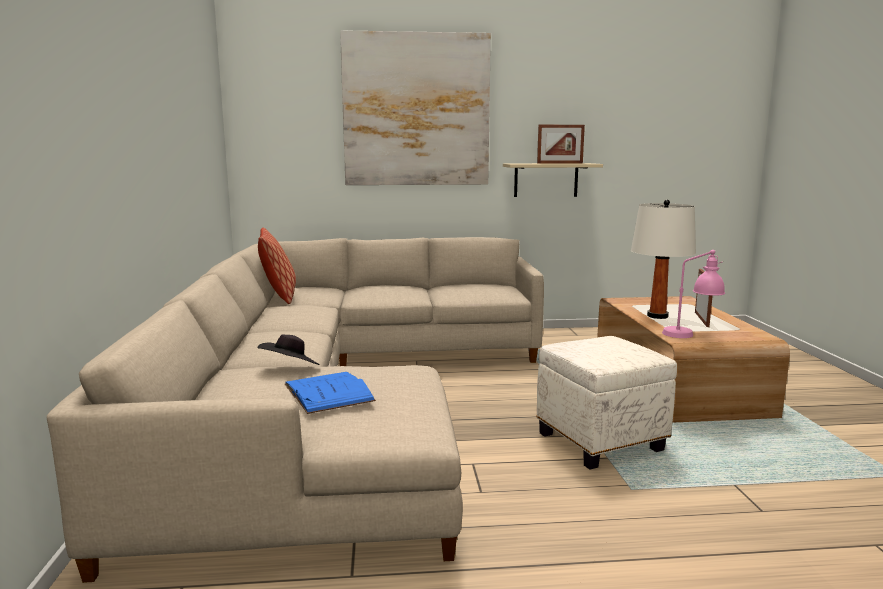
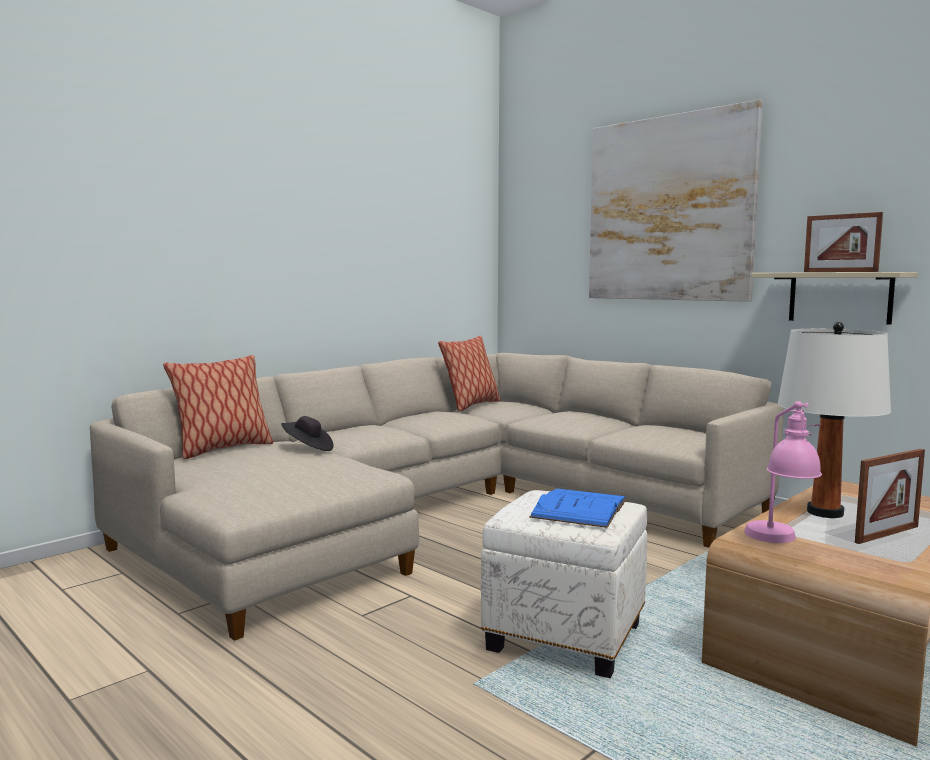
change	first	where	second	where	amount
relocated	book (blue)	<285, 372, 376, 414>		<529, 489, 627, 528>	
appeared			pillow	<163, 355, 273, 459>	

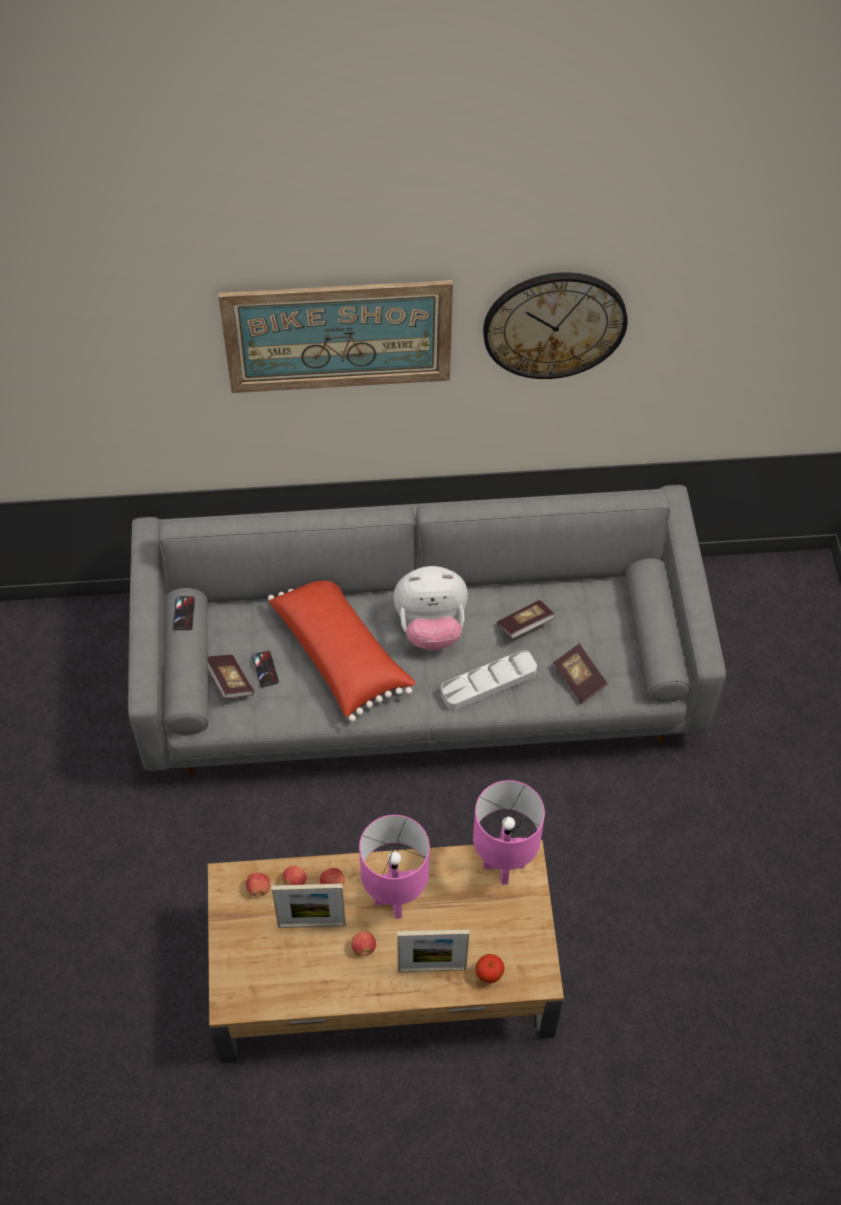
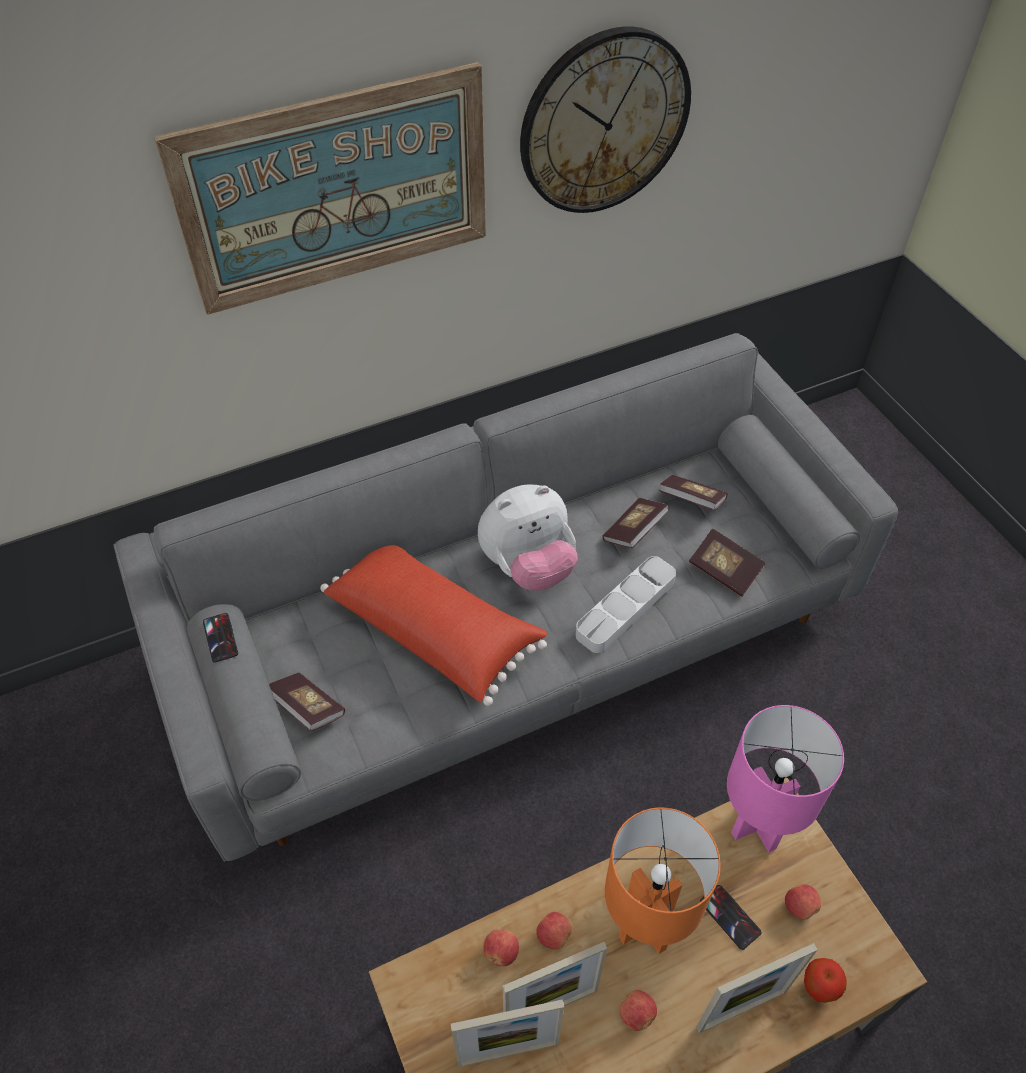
change	first	where	second	where	amount
relocated	apple	<246, 873, 270, 896>		<785, 884, 821, 920>	
relocated	phone	<252, 651, 279, 687>		<700, 885, 762, 950>	
colour	table lamp (pink)	<359, 815, 430, 919>	table lamp (orange)	<605, 808, 721, 954>	
appeared			picture frame	<451, 999, 564, 1067>	
appeared			book	<659, 475, 728, 510>	

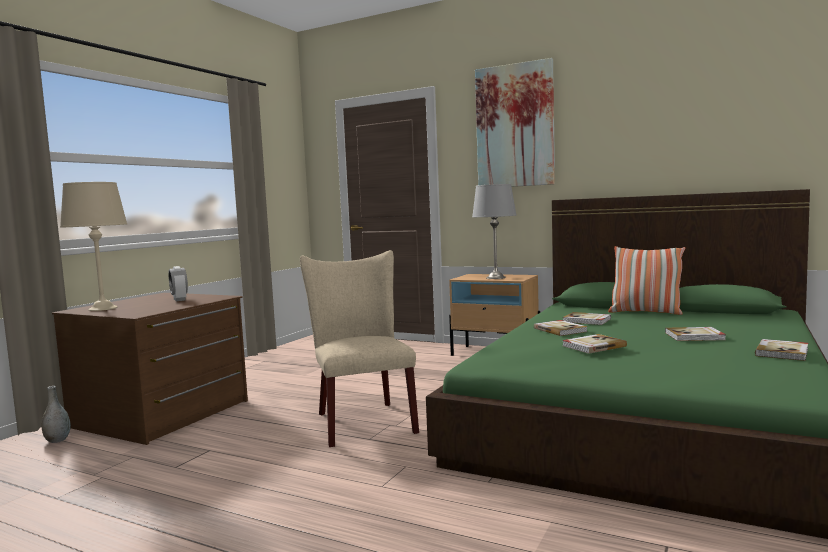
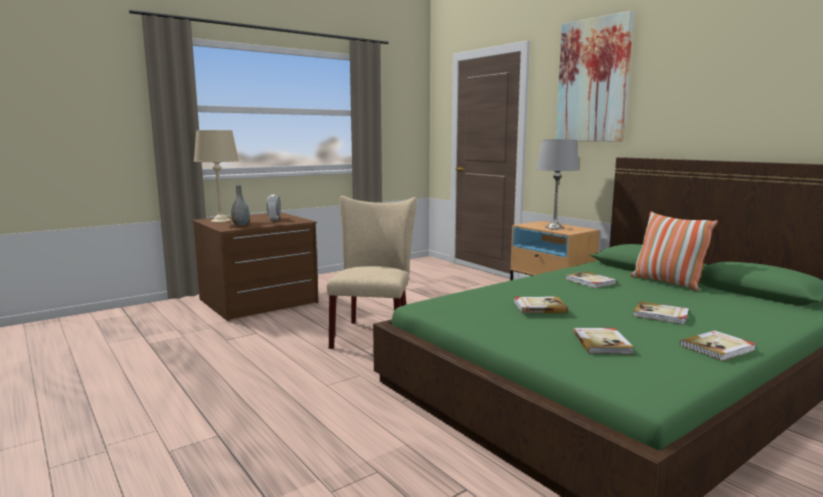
change	first	where	second	where	amount
relocated	vase (grey)	<42, 386, 71, 443>		<231, 185, 250, 226>	
relocated	book	<534, 320, 588, 336>		<573, 328, 635, 354>	

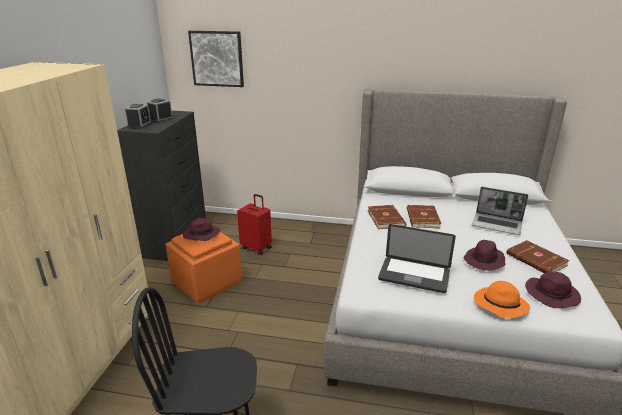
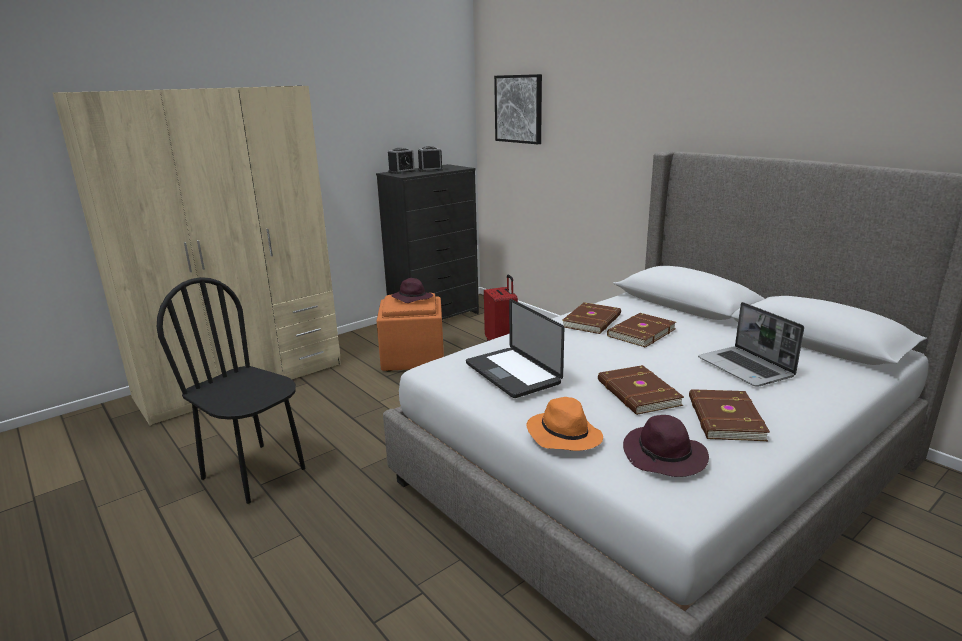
change	first	where	second	where	amount
exchanged	hat (purple)	<463, 240, 506, 271>	book (brown)	<598, 365, 684, 415>	

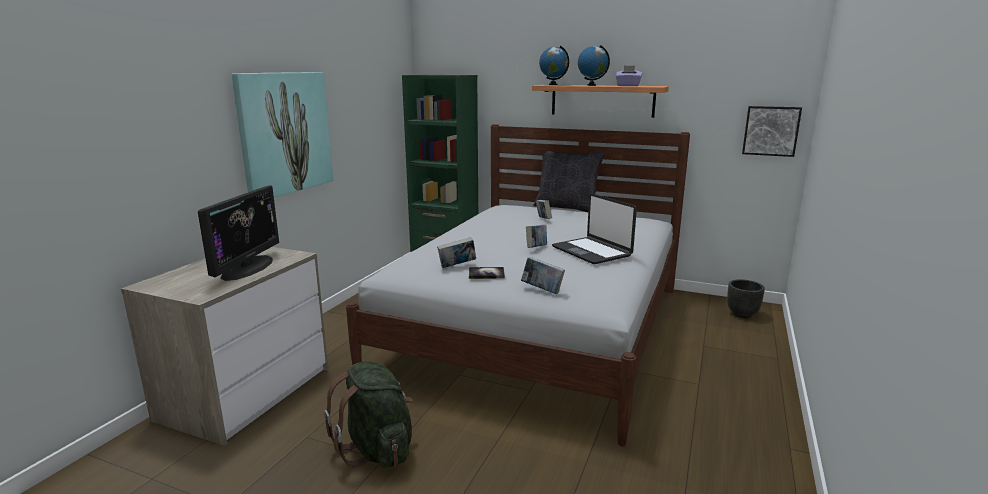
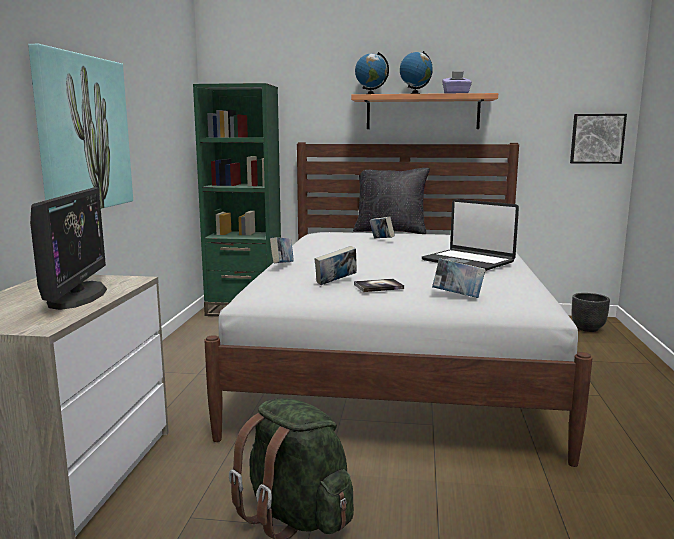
change	first	where	second	where	amount
relocated	book	<526, 225, 547, 248>		<270, 237, 294, 263>	

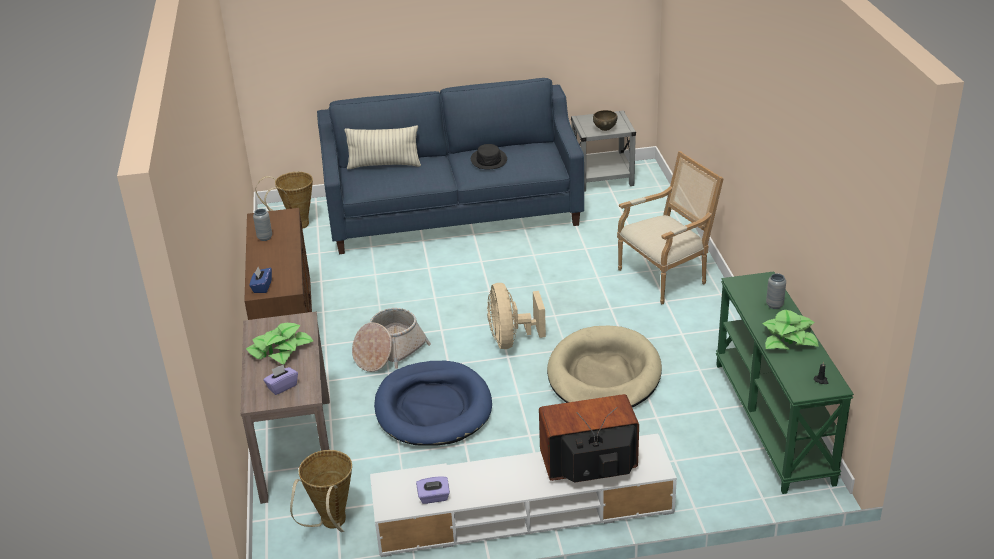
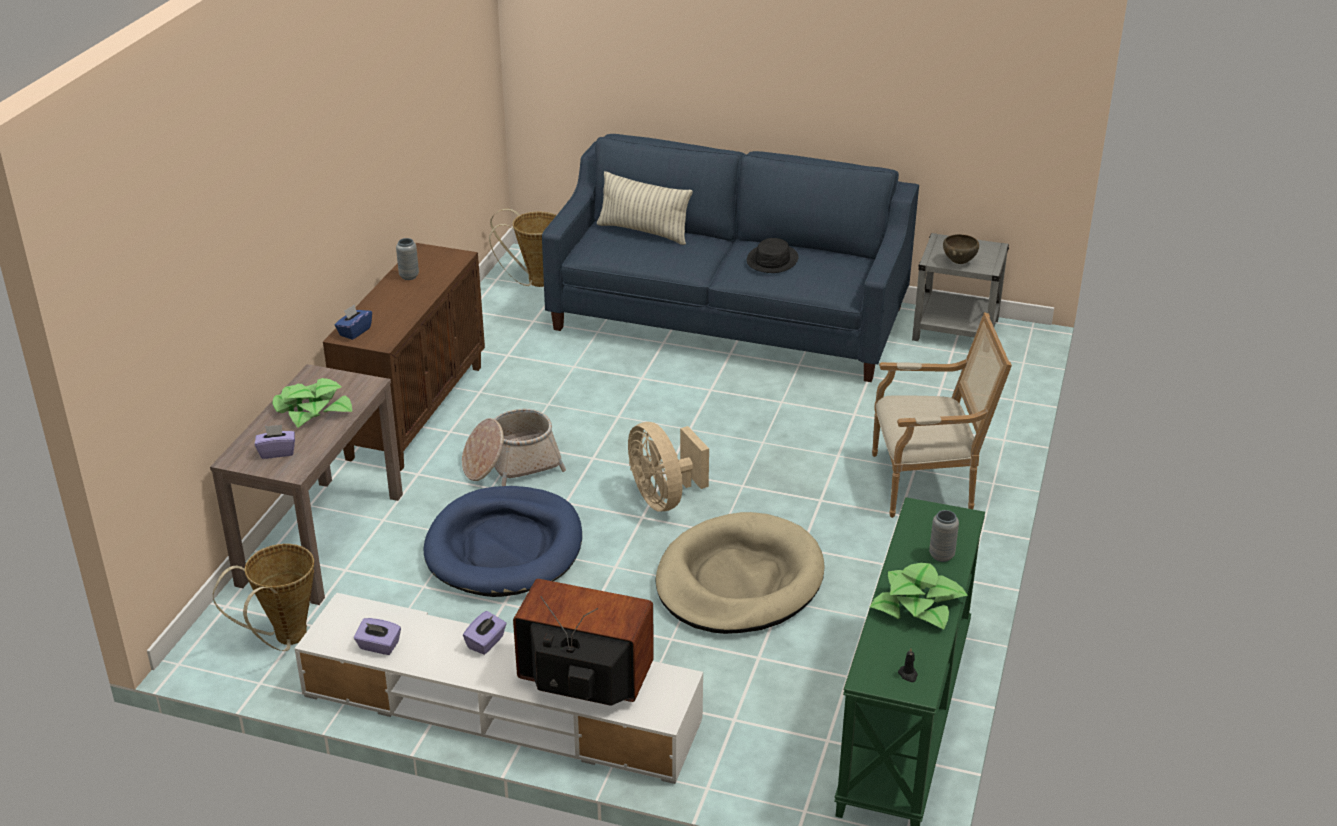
change	first	where	second	where	amount
spun	fan (beige)	<487, 283, 546, 349>		<628, 422, 709, 511>	45 degrees counterclockwise
appeared			tissue box (purple)	<463, 611, 507, 655>	

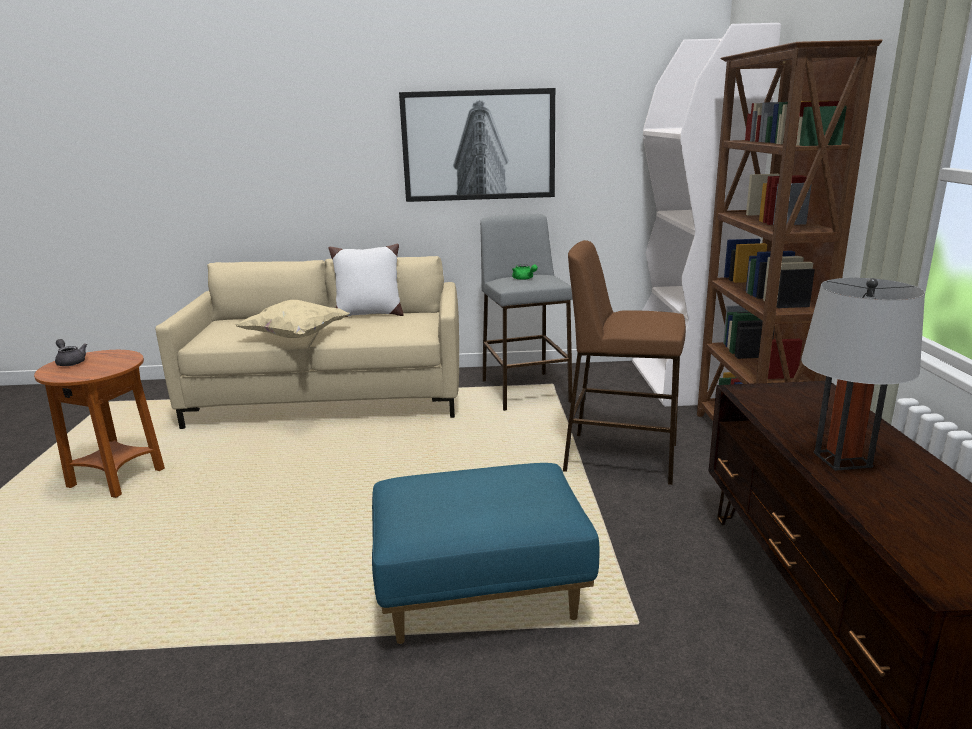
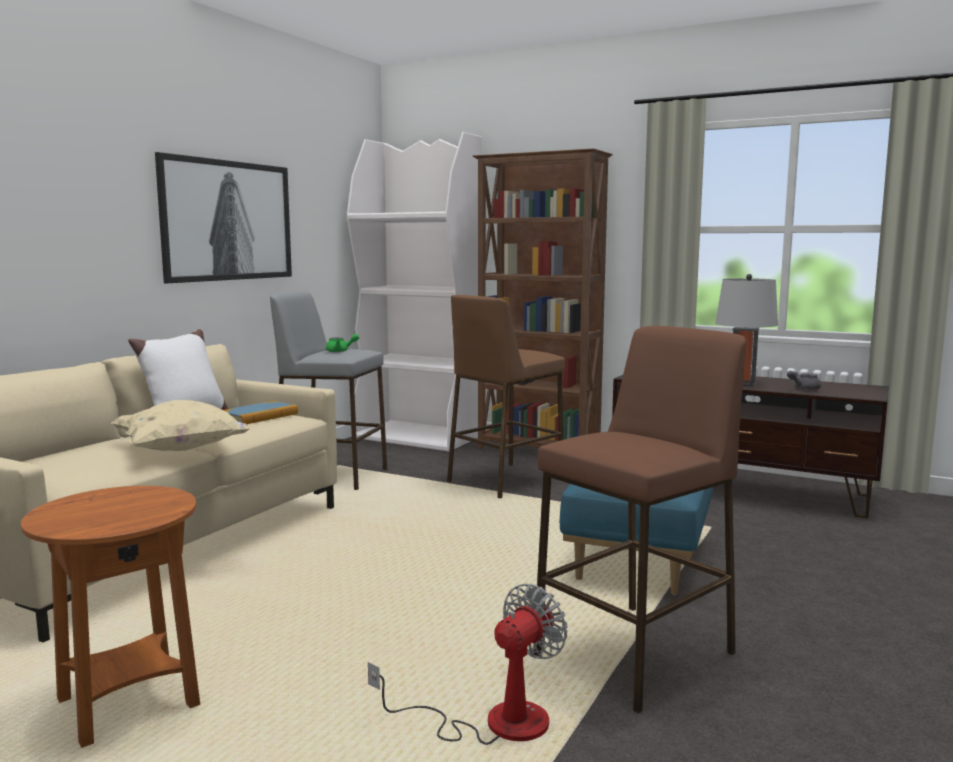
change	first	where	second	where	amount
relocated	teapot (grey)	<55, 339, 87, 366>		<787, 371, 821, 390>	
appeared			book	<223, 401, 298, 424>	
appeared			fan	<368, 584, 567, 745>	
appeared			stool (brown)	<533, 326, 746, 713>	

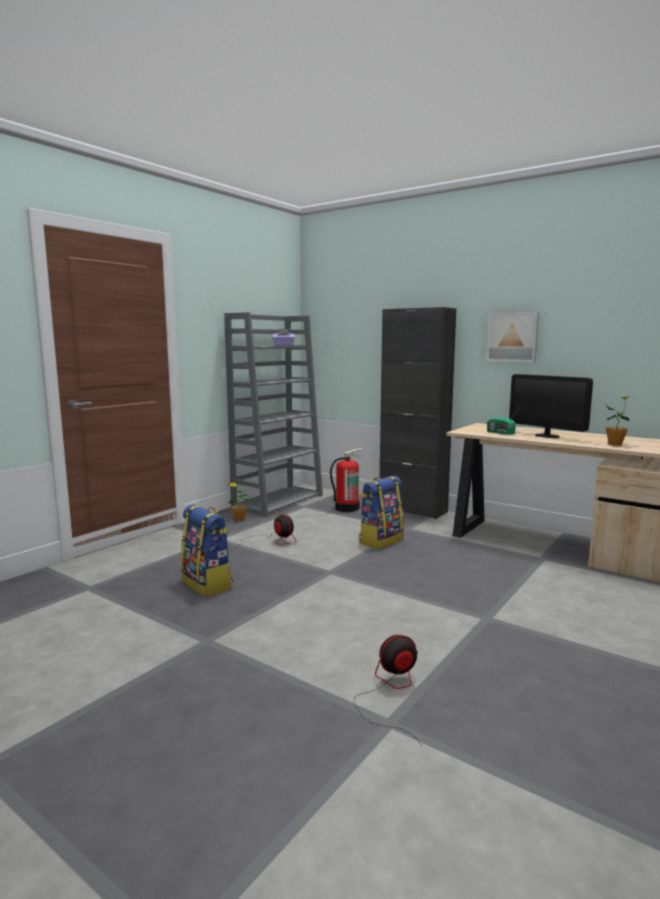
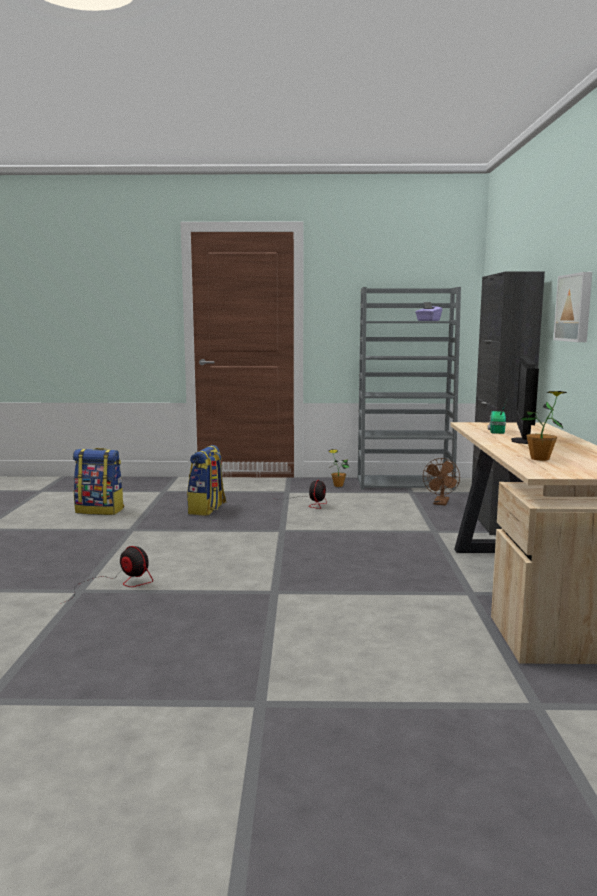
change	first	where	second	where	amount
exchanged	fire extinguisher	<330, 448, 365, 512>	fan (brown)	<423, 458, 460, 506>	
relocated	backpack	<359, 476, 404, 549>		<73, 448, 124, 515>	

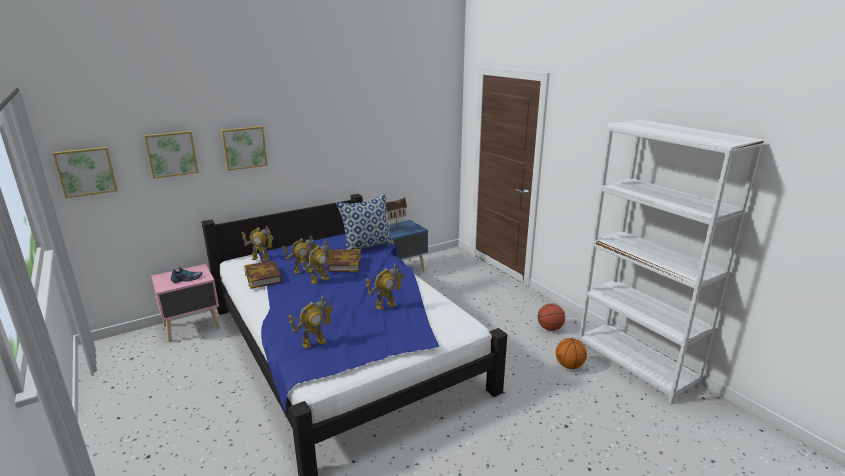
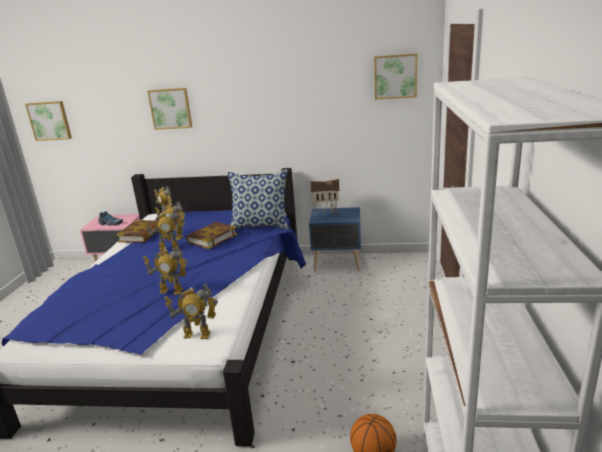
change	first	where	second	where	amount
relocated	picture	<144, 131, 199, 179>		<374, 53, 417, 100>	
relocated	toy robot	<288, 296, 333, 349>		<164, 284, 218, 339>	
missing	basketball	<538, 304, 565, 331>			

